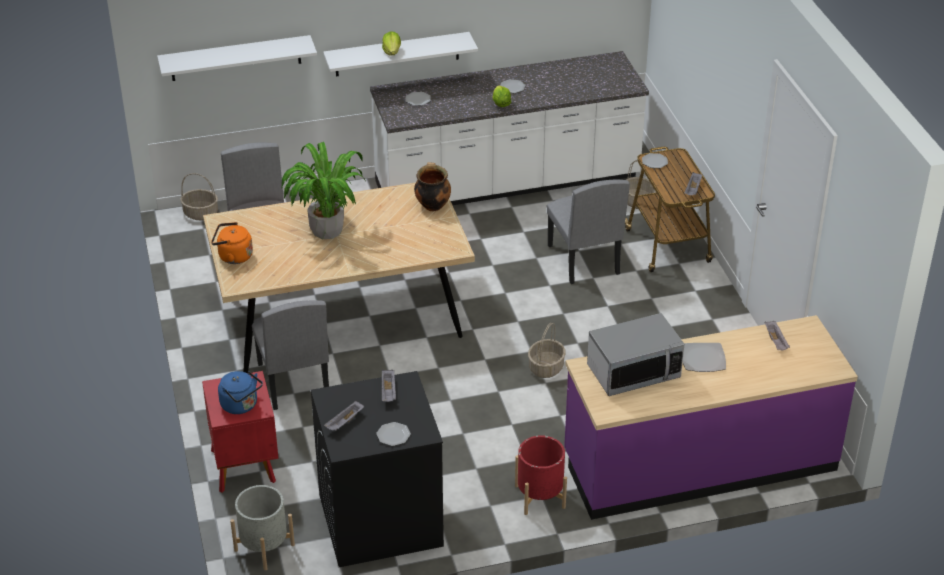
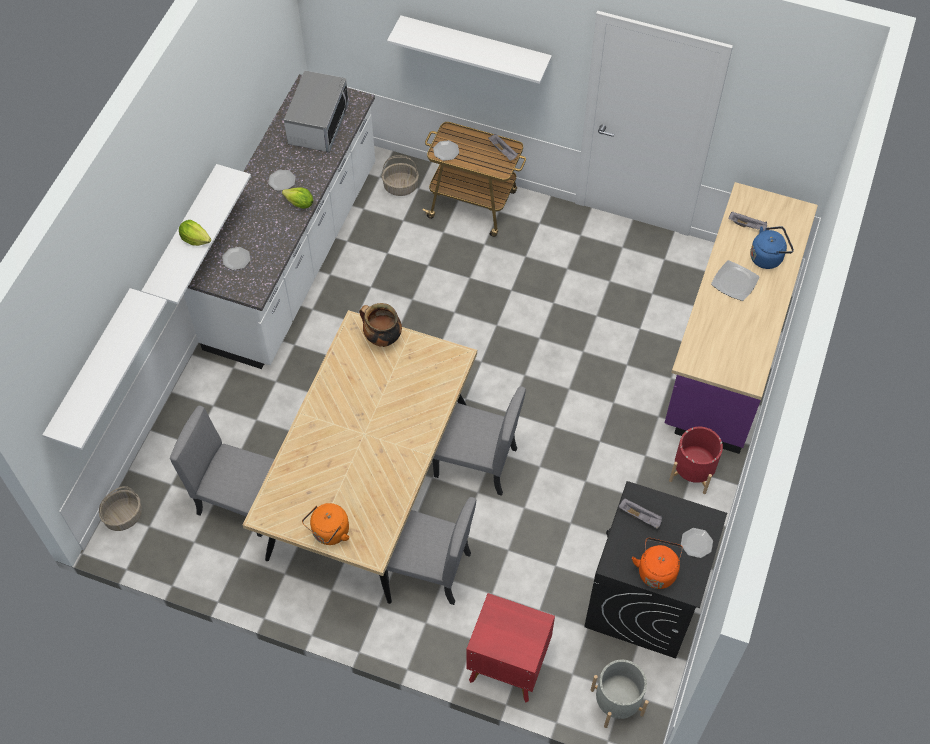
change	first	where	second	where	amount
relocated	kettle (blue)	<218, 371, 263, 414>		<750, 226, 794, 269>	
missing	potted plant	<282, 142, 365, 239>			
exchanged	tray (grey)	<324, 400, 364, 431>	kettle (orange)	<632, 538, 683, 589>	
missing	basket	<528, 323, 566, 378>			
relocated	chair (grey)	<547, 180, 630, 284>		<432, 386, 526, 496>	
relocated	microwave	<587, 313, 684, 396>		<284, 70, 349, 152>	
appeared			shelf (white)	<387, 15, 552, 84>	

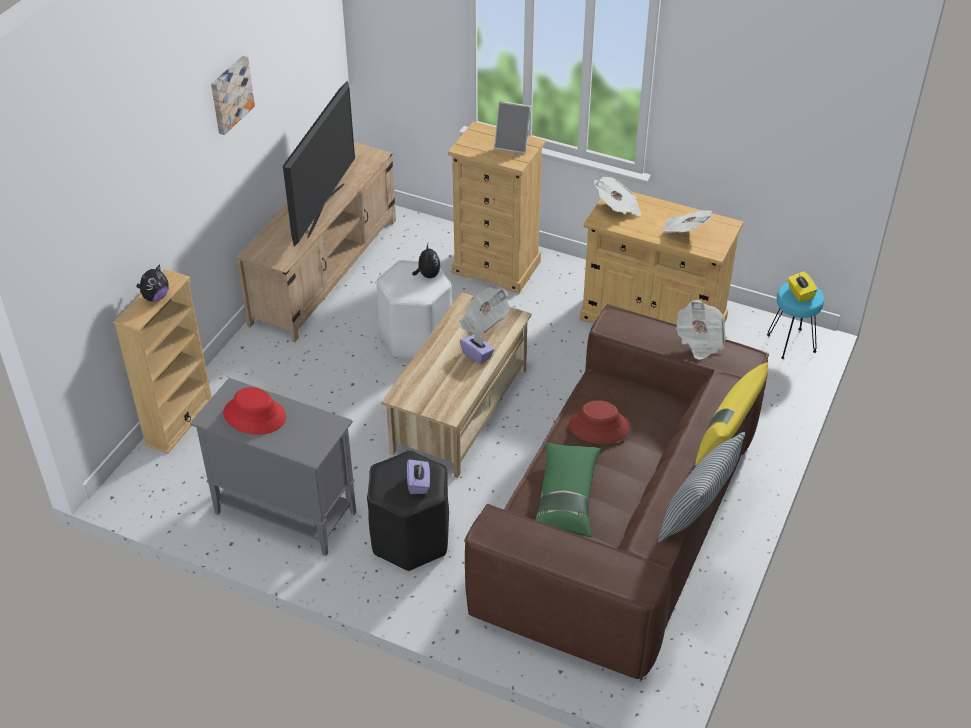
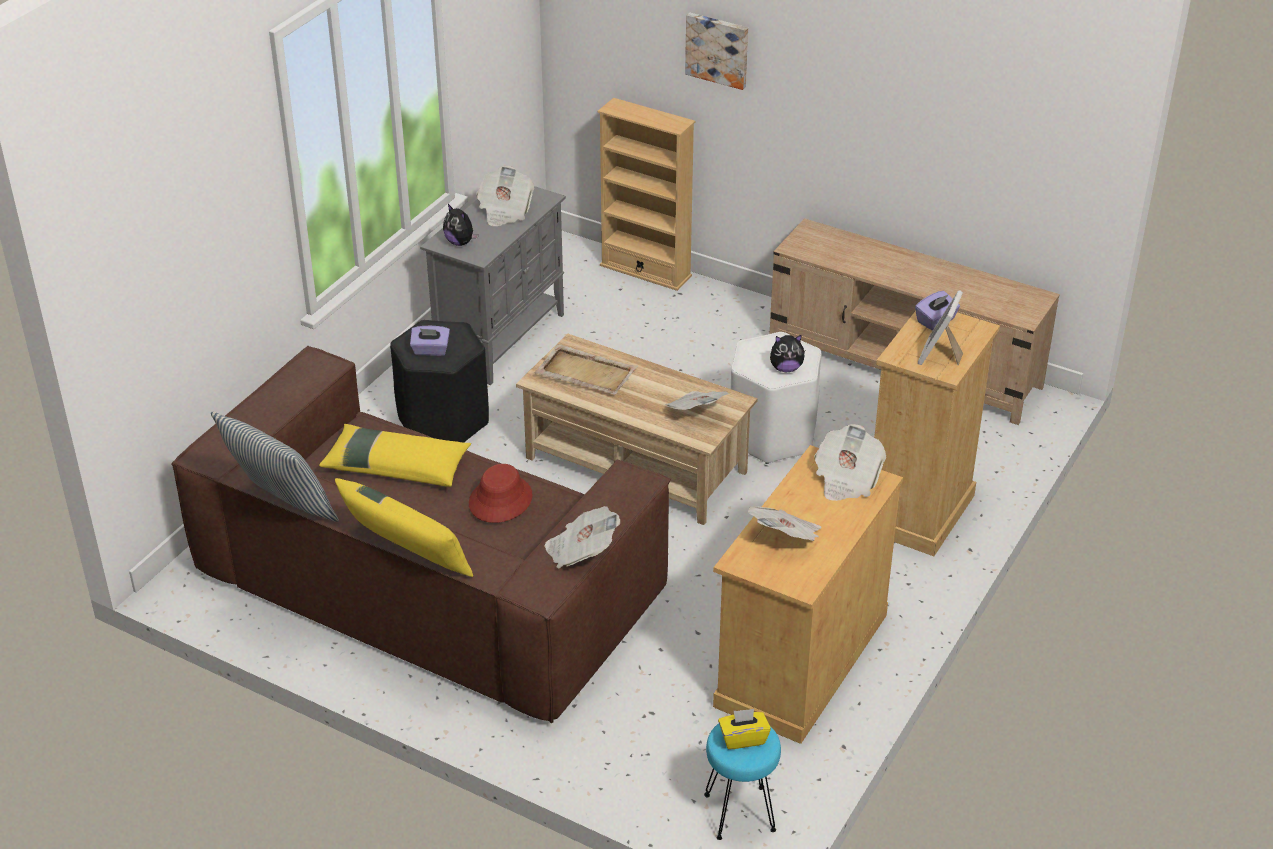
change	first	where	second	where	amount
relocated	plush toy	<136, 264, 169, 302>		<443, 204, 478, 246>	
relocated	picture	<211, 56, 255, 135>		<685, 13, 748, 90>	
exchanged	hat (red)	<223, 387, 286, 435>	newspaper	<476, 166, 534, 226>	
missing	television	<283, 81, 355, 246>			
relocated	tissue box (purple)	<460, 333, 495, 364>		<915, 291, 960, 330>	
colour	pillow (green)	<535, 443, 601, 537>	pillow (yellow)	<319, 424, 471, 487>	
appeared			tray (beige)	<534, 344, 638, 395>	

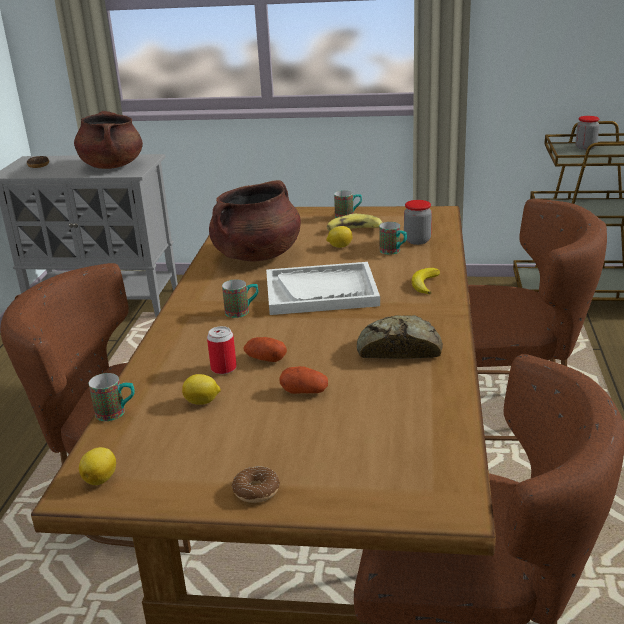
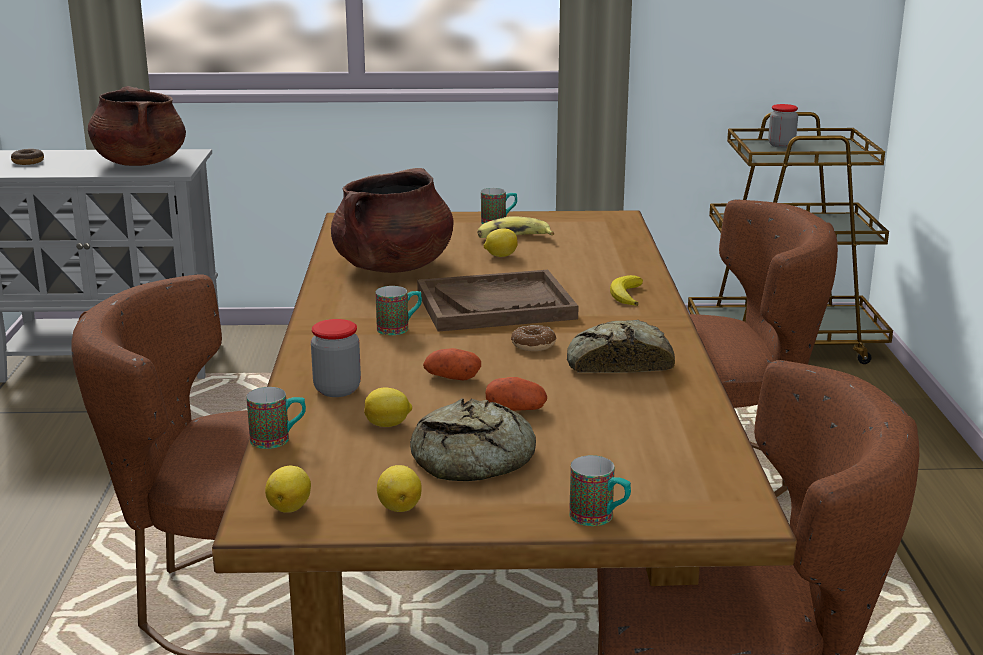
change	first	where	second	where	amount
missing	can	<207, 326, 237, 374>			
relocated	donut	<232, 467, 280, 503>		<511, 325, 557, 351>	
colour	tray (white)	<266, 262, 380, 315>	tray (brown)	<417, 270, 579, 332>	
relocated	mug	<379, 222, 407, 255>		<569, 455, 631, 526>	
relocated	jar	<404, 200, 432, 245>		<311, 319, 361, 397>	
appeared			lemon	<377, 465, 422, 512>	
appeared			bread	<410, 398, 536, 481>	

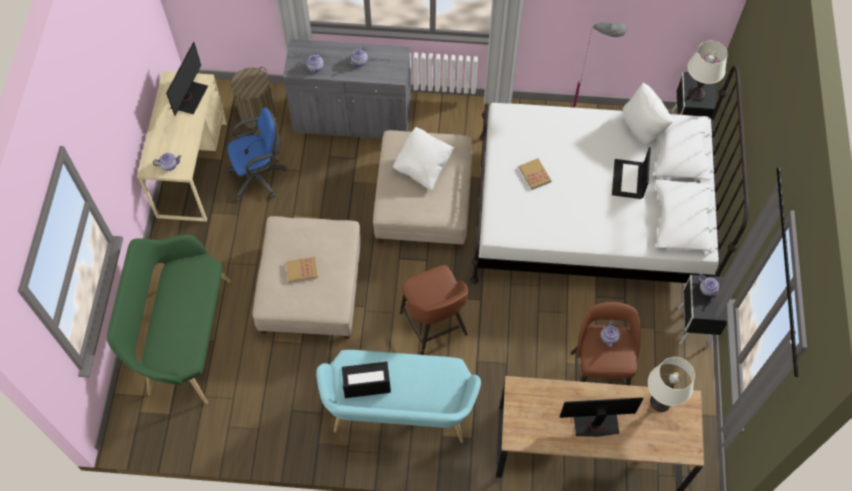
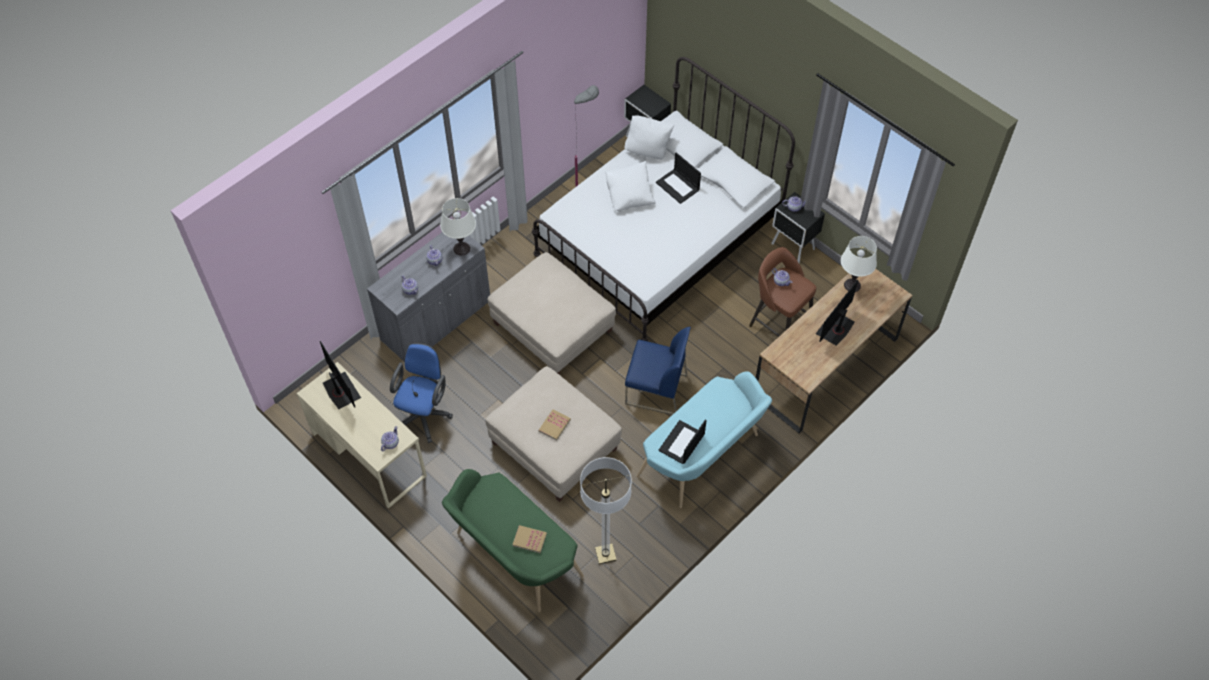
change	first	where	second	where	amount
missing	laundry basket	<231, 67, 276, 129>			
relocated	pillow (white)	<393, 127, 455, 191>		<605, 161, 656, 211>	
exchanged	stool (brown)	<400, 265, 468, 355>	chair (blue)	<625, 327, 691, 415>	
relocated	book	<519, 159, 552, 190>		<512, 525, 547, 553>	
relocated	table lamp (white)	<688, 41, 728, 101>		<440, 198, 476, 256>	
appeared			floor lamp	<580, 457, 632, 564>	

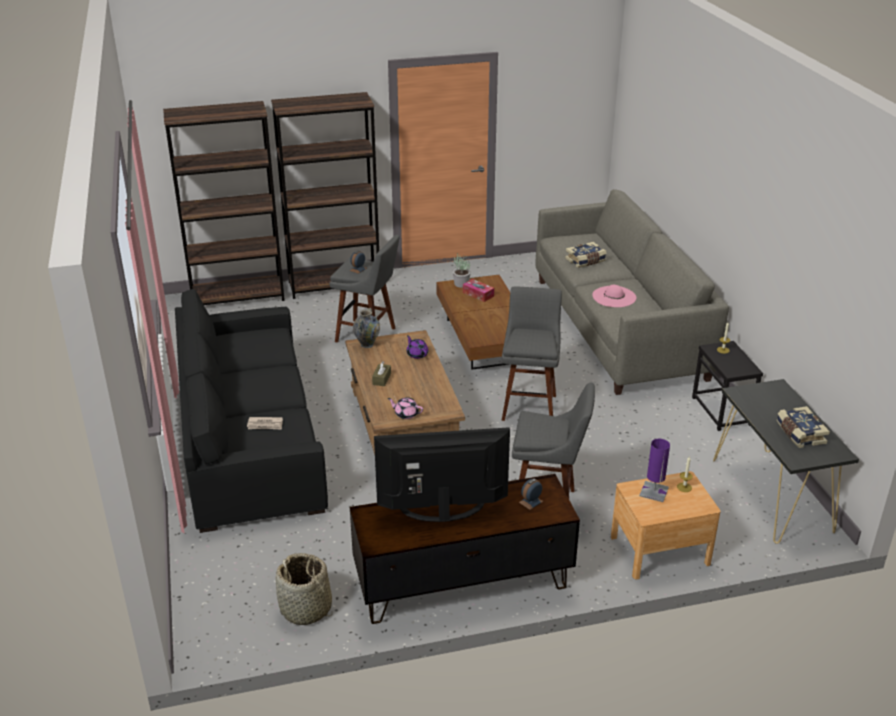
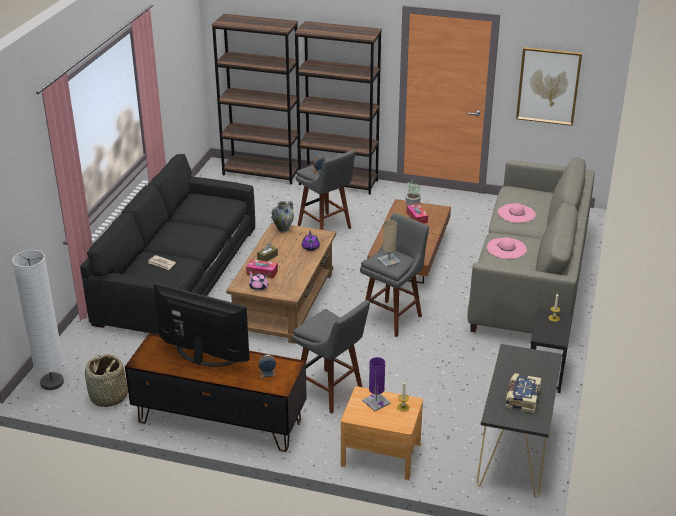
change	first	where	second	where	amount
exchanged	book	<565, 242, 607, 268>	hat (pink)	<498, 203, 536, 223>	
appeared			floor lamp (white)	<12, 250, 64, 390>	
appeared			tissue box	<246, 259, 278, 279>	
appeared			table lamp (beige)	<377, 220, 401, 267>	
appeared			picture	<516, 47, 582, 126>	

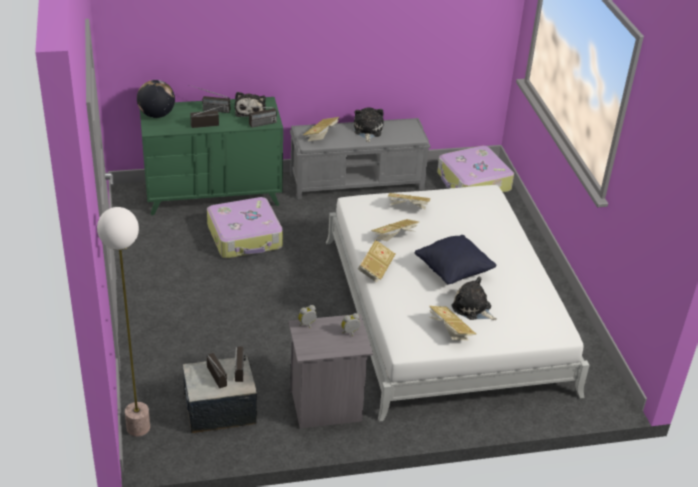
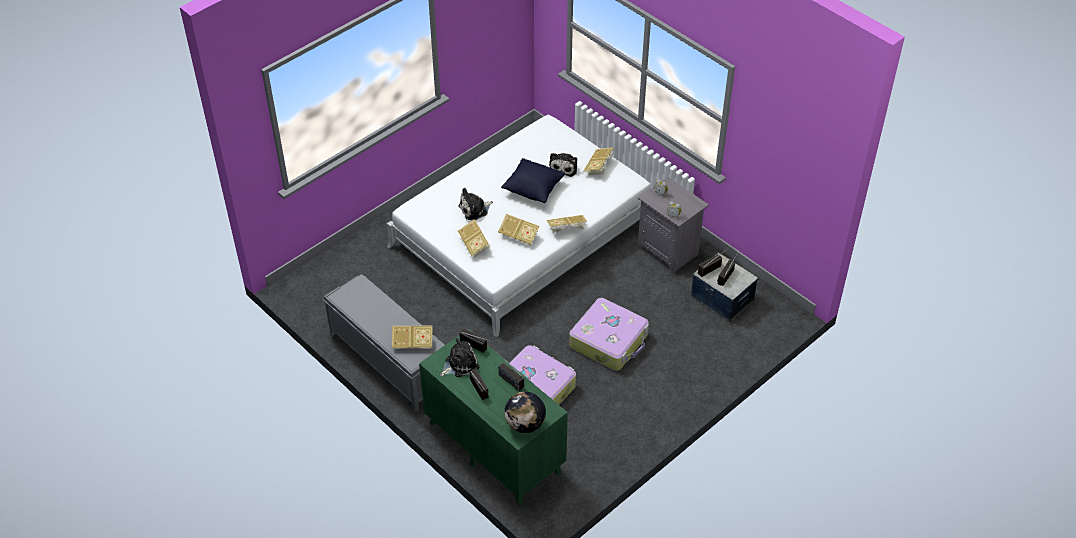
change	first	where	second	where	amount
missing	floor lamp	<97, 207, 150, 437>			
relocated	plush toy	<354, 108, 384, 142>		<458, 188, 493, 220>	
relocated	suitcase	<437, 146, 514, 193>		<569, 298, 649, 371>	

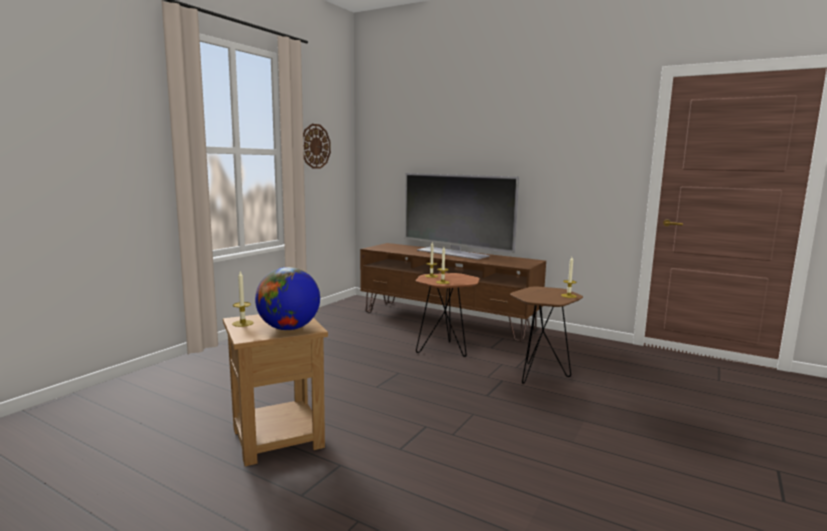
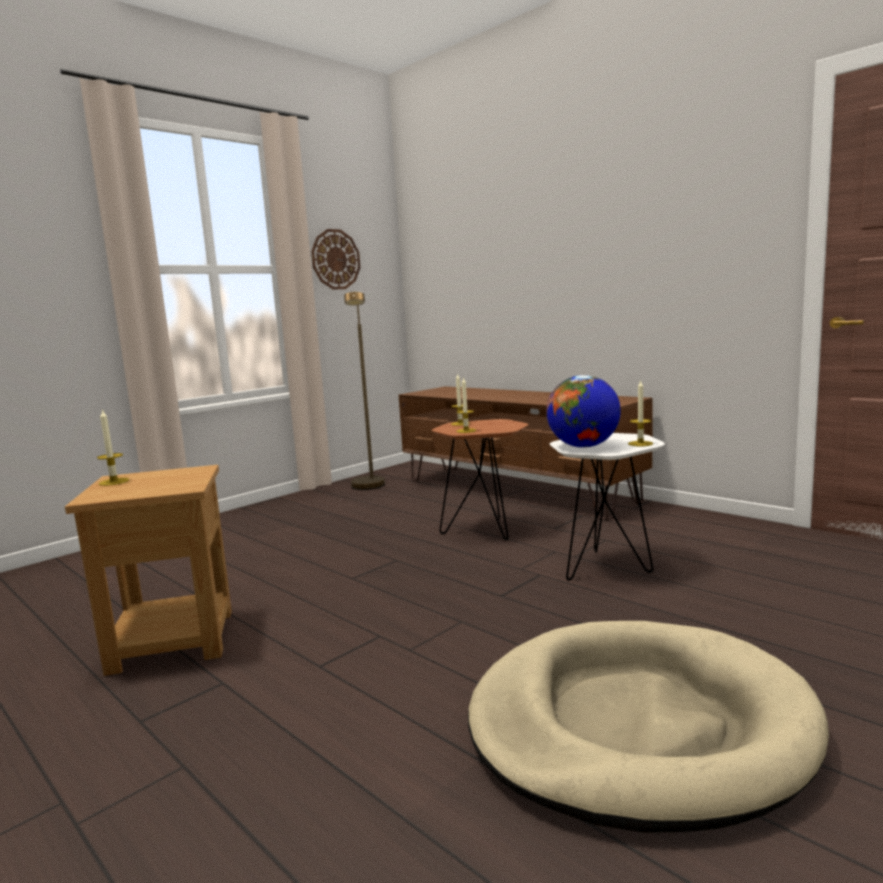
change	first	where	second	where	amount
relocated	globe	<255, 267, 320, 330>		<546, 375, 621, 448>	
missing	television	<405, 173, 519, 260>			
colour	side table (brown)	<510, 287, 583, 384>	side table (white)	<550, 433, 665, 581>	
appeared			floor lamp (brown)	<344, 292, 385, 490>	
appeared			dog bed (beige)	<468, 621, 829, 833>	

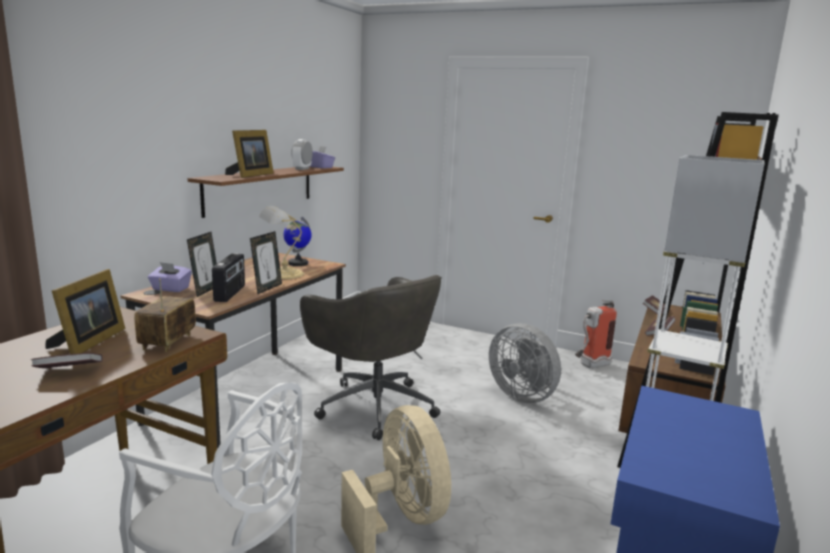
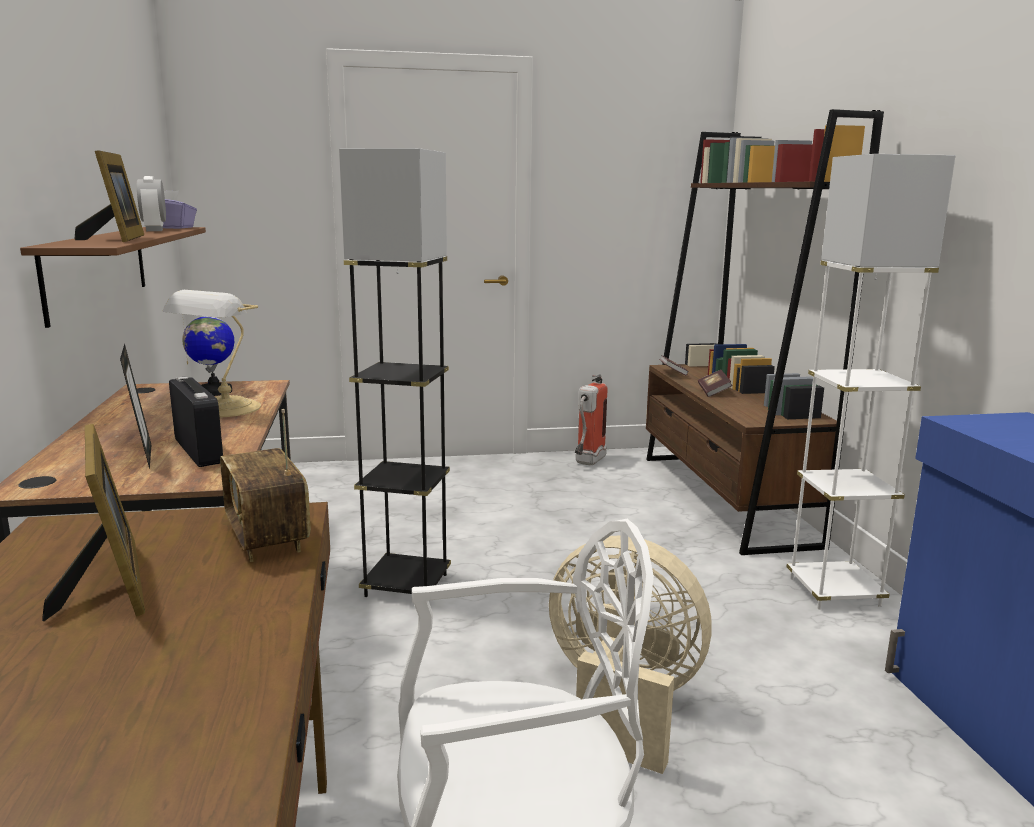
change	first	where	second	where	amount
missing	book	<31, 353, 103, 368>			
missing	tissue box (purple)	<148, 262, 192, 292>			
missing	picture frame	<250, 231, 282, 294>			
exchanged	office chair (grey)	<300, 275, 442, 440>	floor lamp (grey)	<339, 148, 451, 597>	
missing	fan (grey)	<489, 323, 561, 403>			

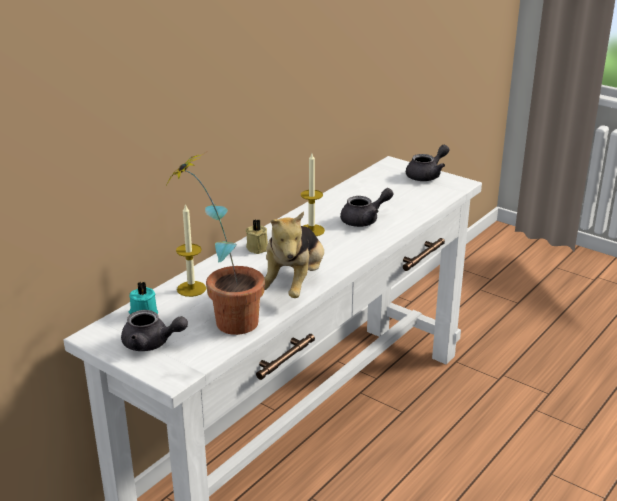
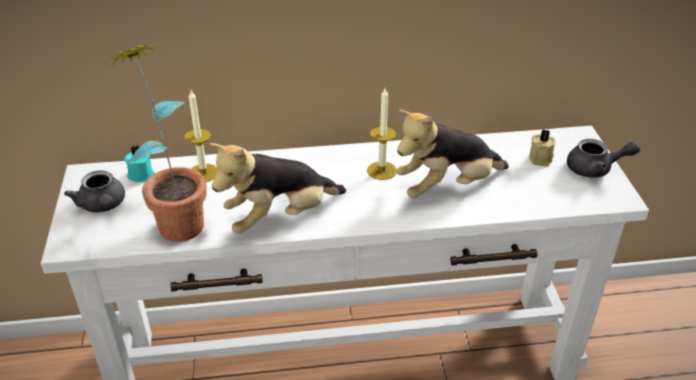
change	first	where	second	where	amount
relocated	candle (beige)	<245, 219, 268, 254>		<529, 129, 556, 166>	
exchanged	teapot (grey)	<340, 188, 394, 227>	plush toy	<396, 110, 509, 198>	

